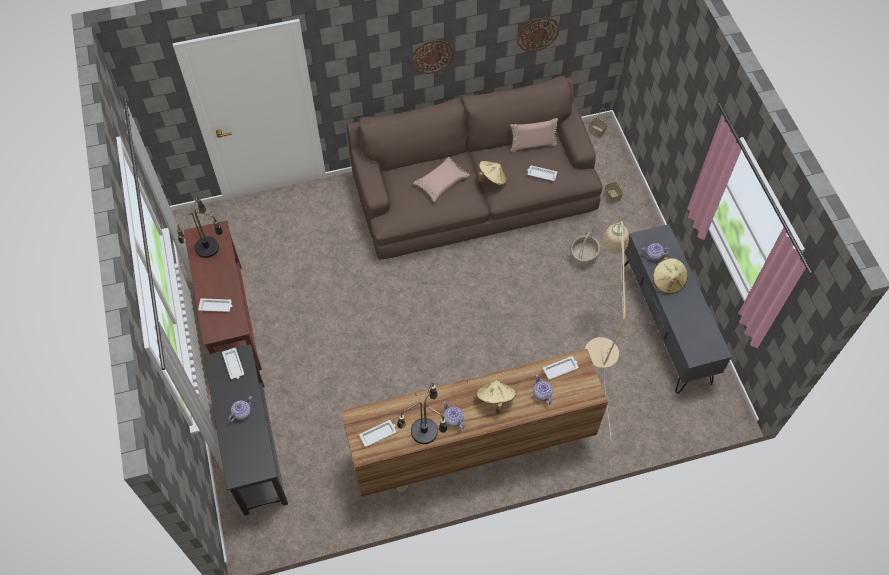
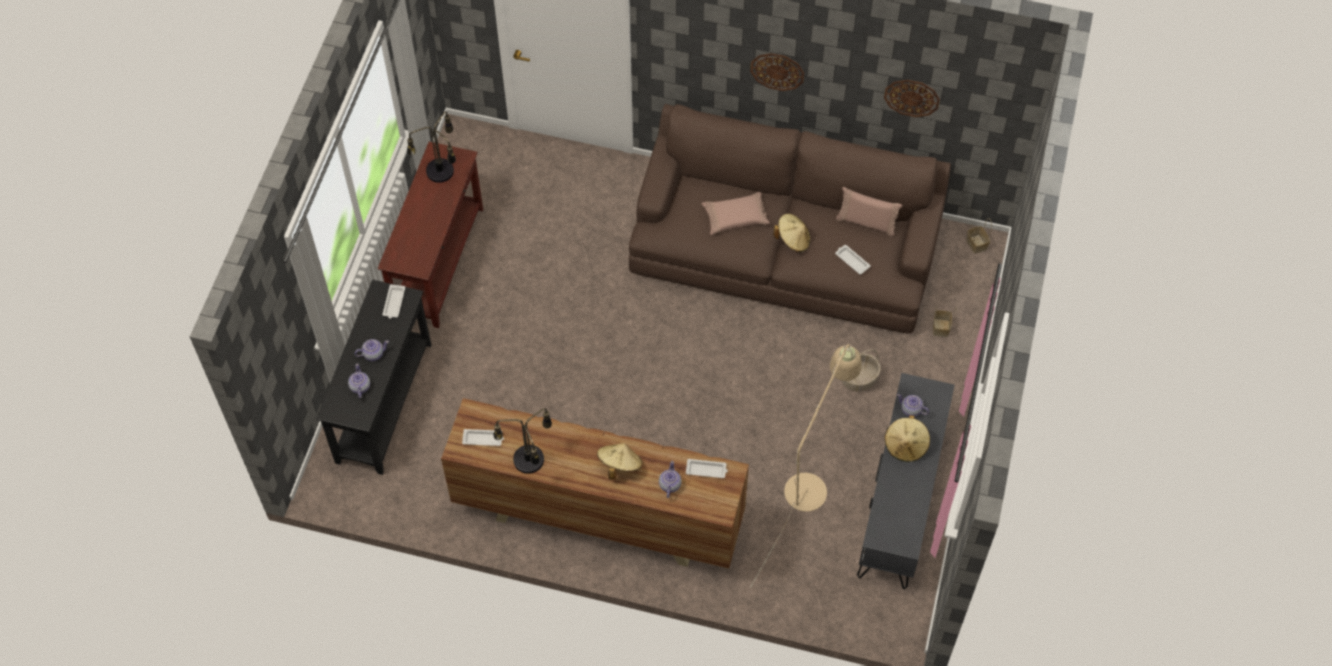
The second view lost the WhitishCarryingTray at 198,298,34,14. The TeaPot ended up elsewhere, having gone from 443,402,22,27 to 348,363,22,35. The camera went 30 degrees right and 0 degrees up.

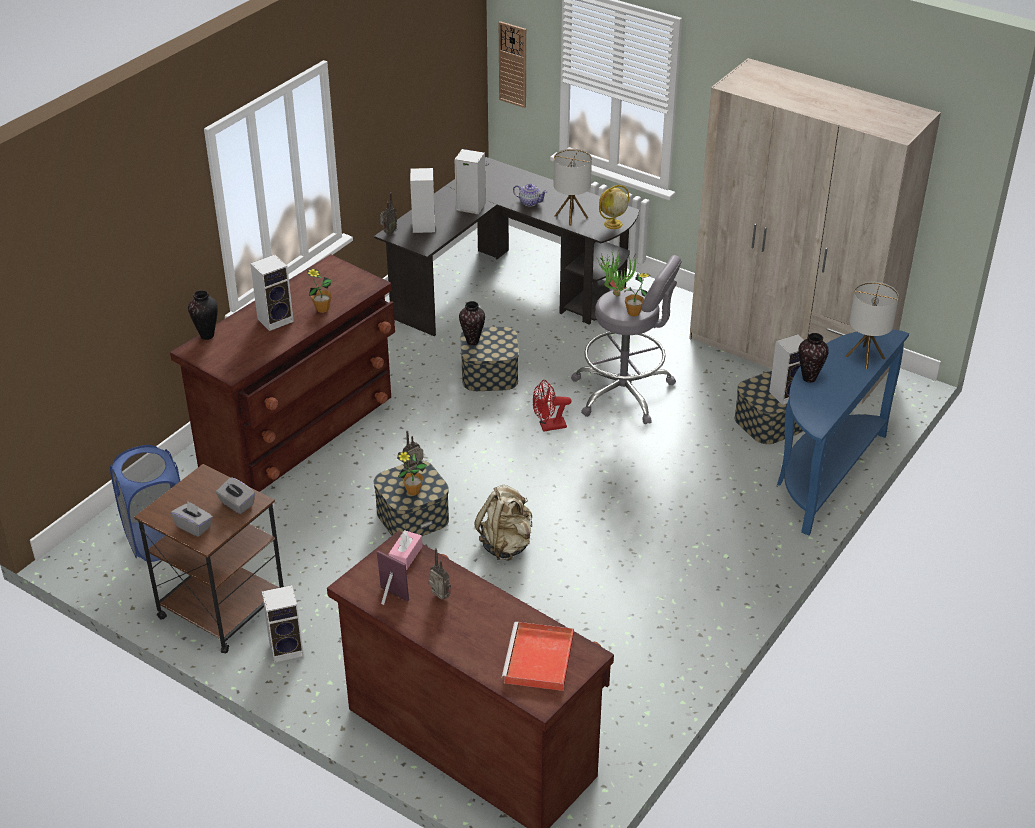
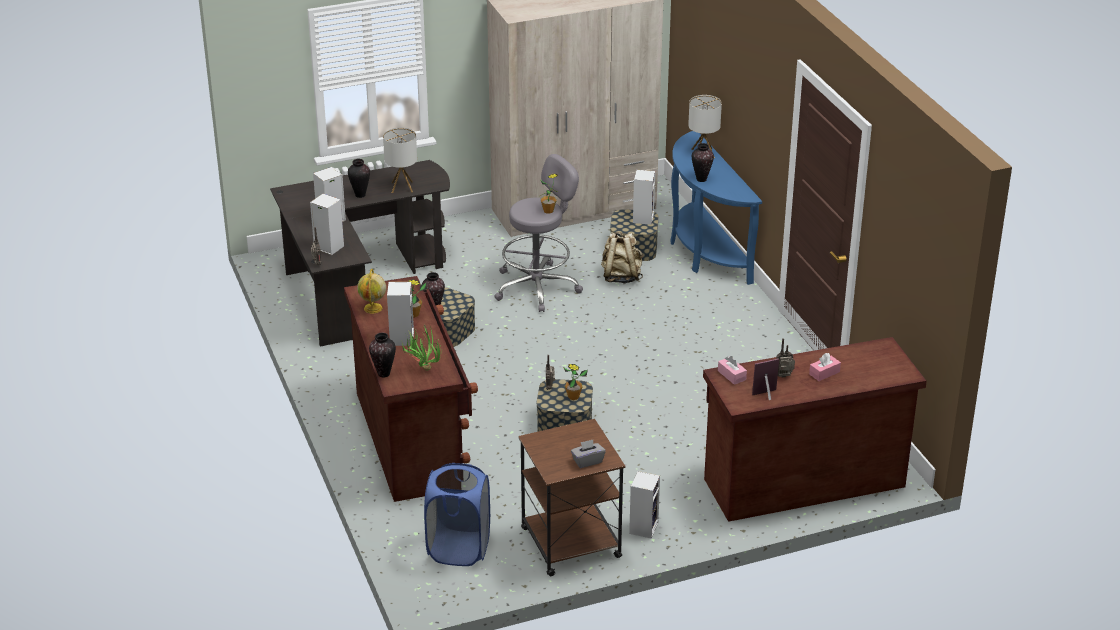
The second view lost the GreyishTissueBox at 216,477,39,37. The second view lost the HangingClock at 499,21,27,87. The second view lost the RedColouredCarryingTray at 502,622,72,69. The second view lost the RedColouredElectricFan at 532,380,39,52. The second view gained the PinkishTissueBox at 809,353,32,28. The BeigeBackpack ended up elsewhere, having gone from 475,485,57,76 to 601,232,42,51. The PlantInAPot ended up elsewhere, having gone from 598,251,40,46 to 402,325,39,45. The DeskGlobe ended up elsewhere, having gone from 599,185,30,44 to 357,269,29,45. Where the TeaPot stood at 513,184,34,22, the Vase came to stand at 348,159,22,39. The camera went 55 degrees left and 5 degrees down.

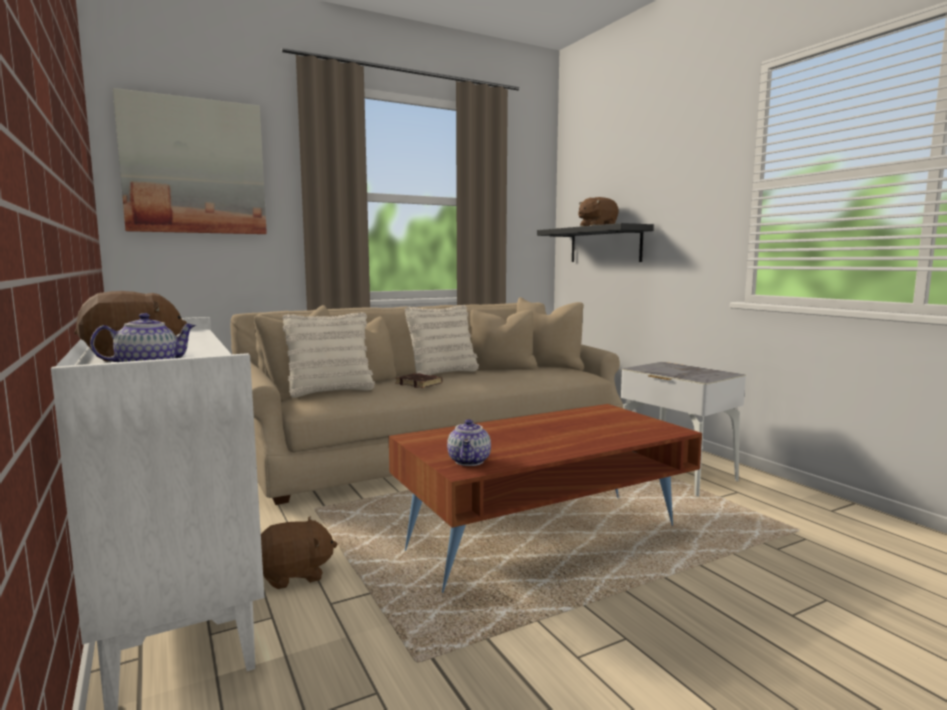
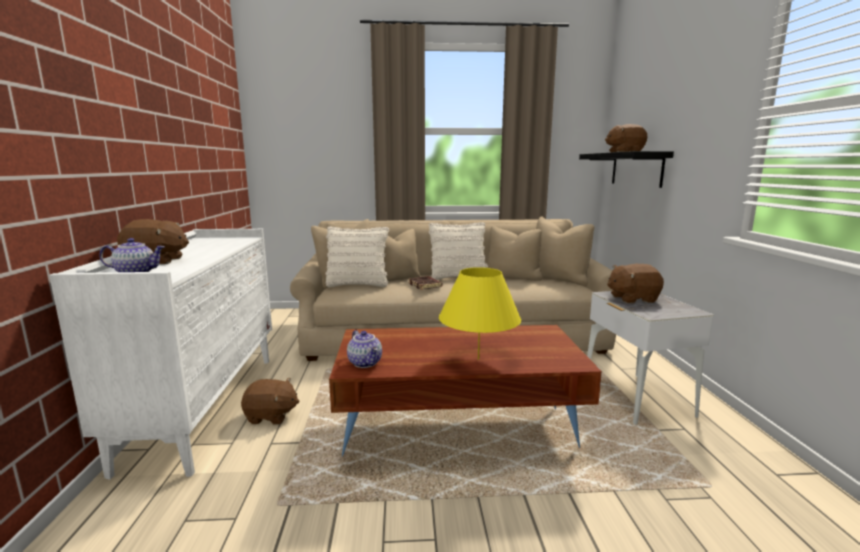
The second view lost the Picture at 113,88,154,146. The second view gained the YellowTabletopLamp at 439,267,82,93. The second view gained the BrownColouredSoftToy at 607,264,57,39. The TeaPot at 447,419,44,47 ended up facing another way, 60 degrees counterclockwise from before. The camera went 25 degrees right and 5 degrees up.

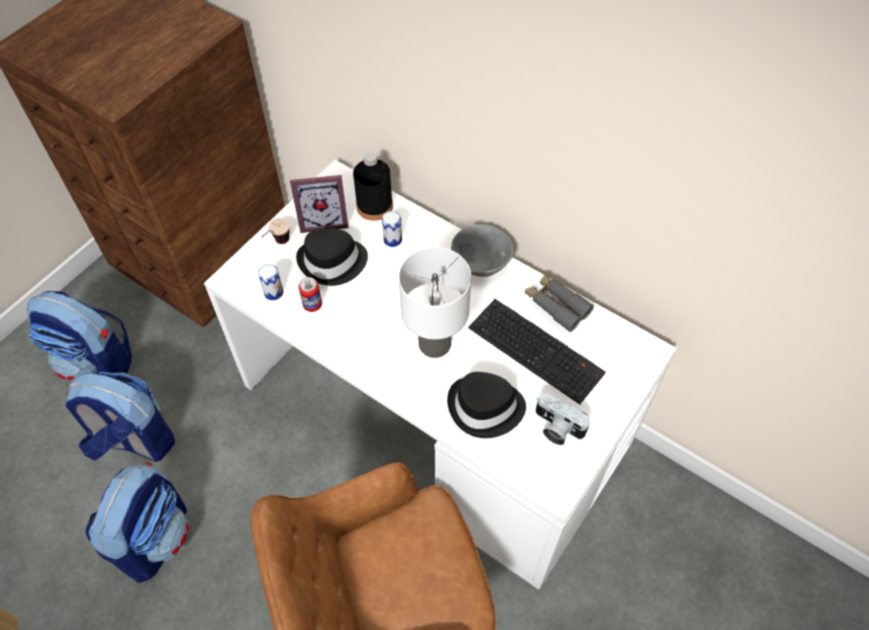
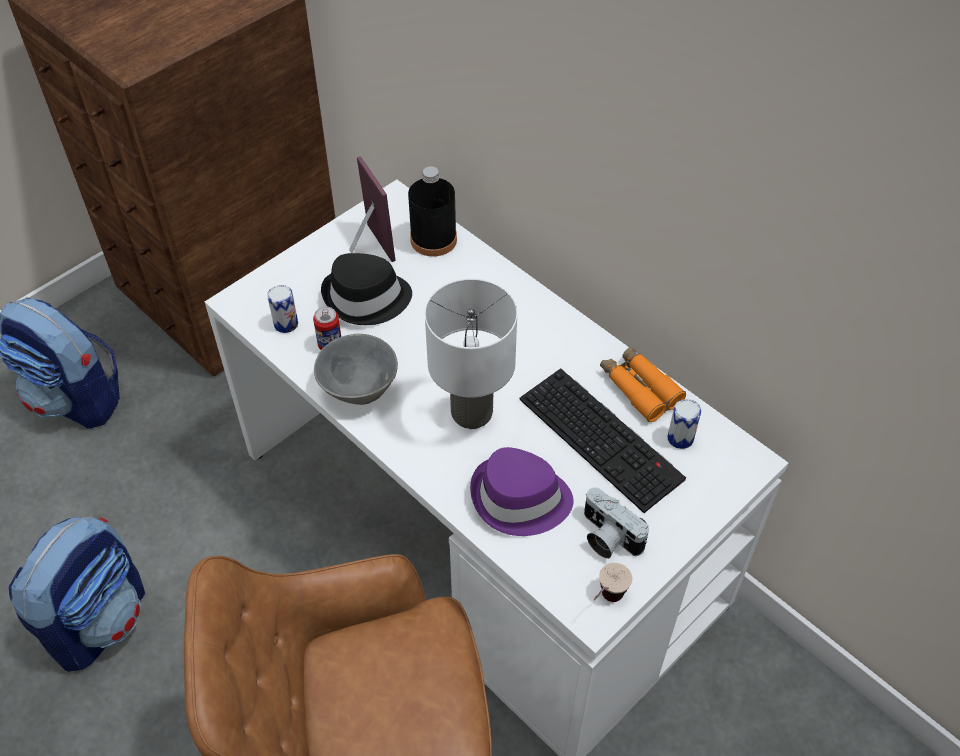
The second view lost the Backpack at 65,372,110,90. The DrinkingCup ended up elsewhere, having gone from 262,218,28,26 to 594,563,38,39. The Can ended up elsewhere, having gone from 382,211,20,36 to 667,399,34,50. The GreyishBowl ended up elsewhere, having gone from 451,224,62,53 to 314,334,84,71. What was the BlackWearableHat at 447,372,79,66 turned into the PurplishWearableHat at 470,447,104,89. What was the GreyishPairOfBinoculars at 525,274,69,58 turned into the OrangeyPairOfBinoculars at 600,345,86,77. The PhotoFrame at 290,175,58,58 ended up facing another way, 120 degrees counterclockwise from before. The camera went 10 degrees right and 5 degrees down.

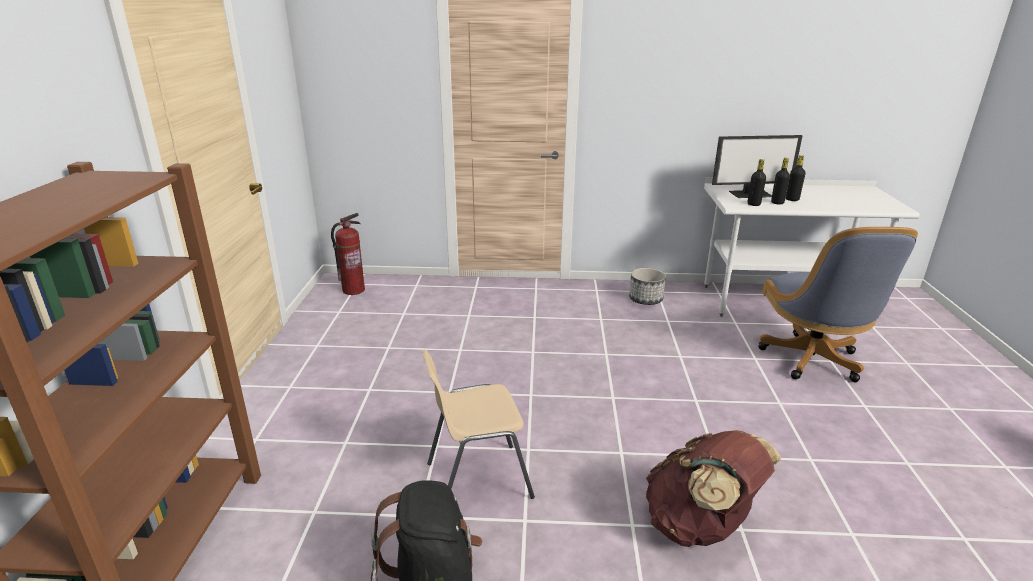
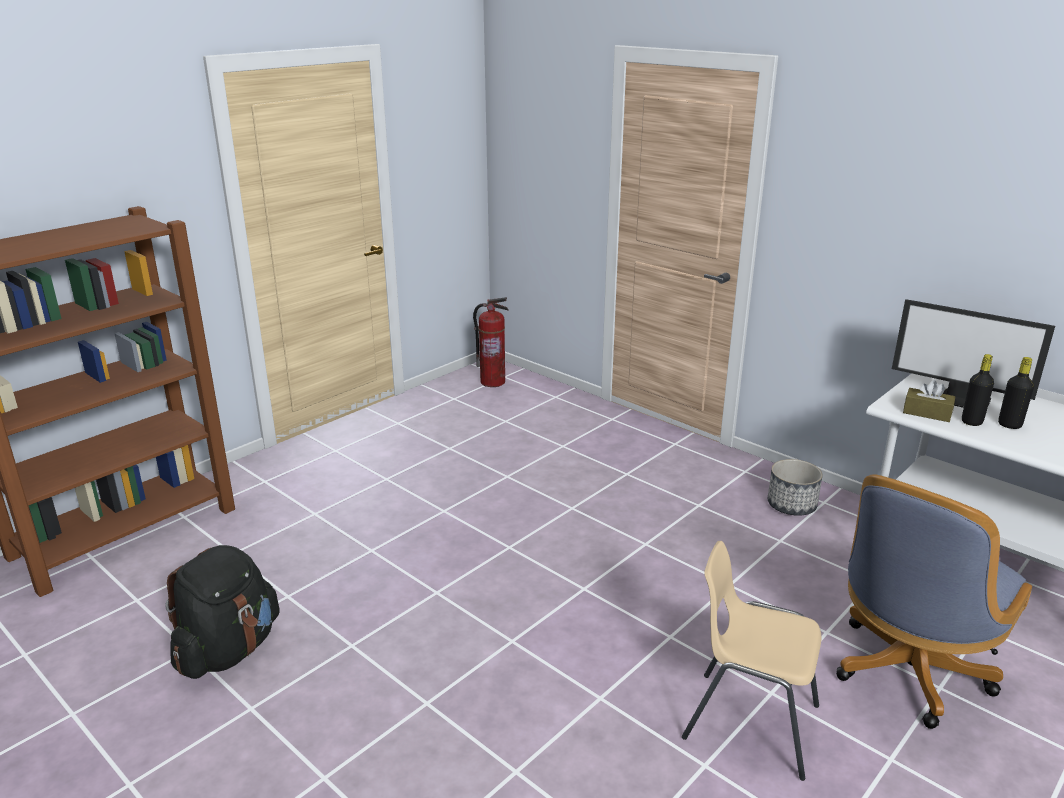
The second view lost the BrownColouredBackpack at 646,430,135,117. The BeigePlainChair ended up elsewhere, having gone from 422,350,113,149 to 682,541,140,240. Where the BlackDrinkBottle stood at 748,159,18,47, the BrownColouredTissueBox came to stand at 903,380,52,42. The camera went 40 degrees right and 0 degrees up.

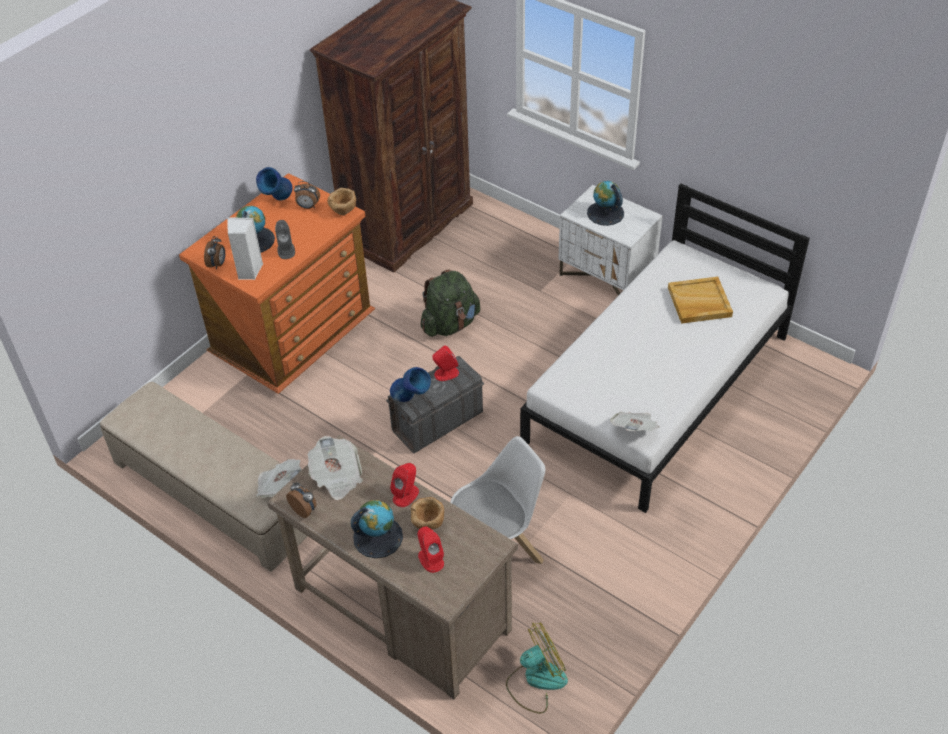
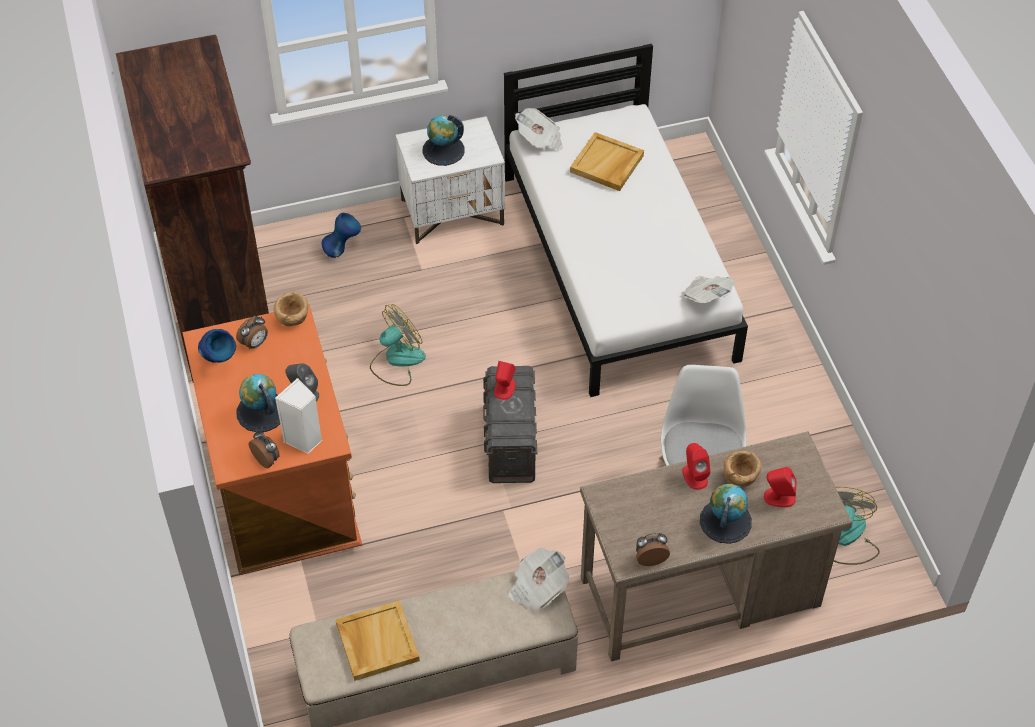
The second view gained the BeigeCarryingTray at 335,600,85,81. The Newspaper ended up elsewhere, having gone from 308,436,55,64 to 515,108,47,42. The BlueVase ended up elsewhere, having gone from 390,367,41,35 to 322,213,39,45. Where the GreenishBackpack stood at 420,270,60,67, the ElectricFan came to stand at 370,304,56,82. The camera went 55 degrees left and 5 degrees up.

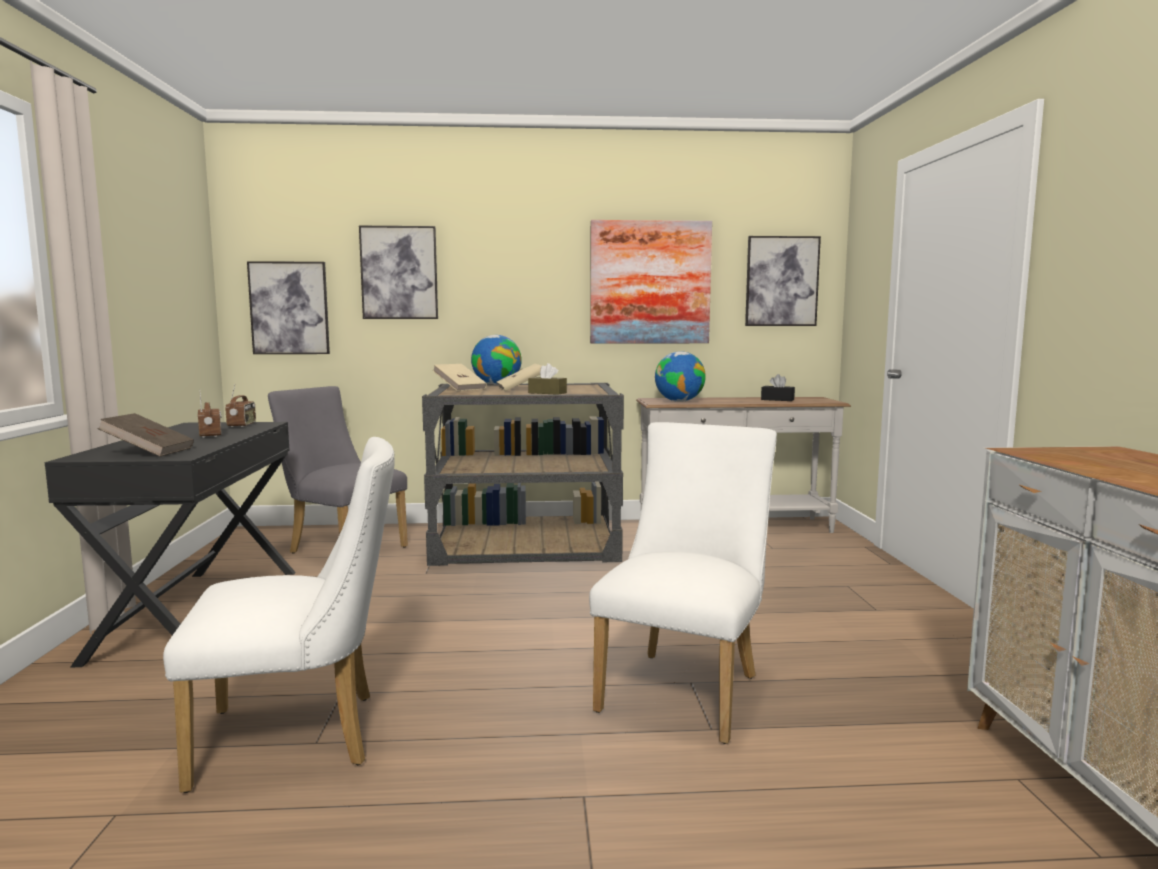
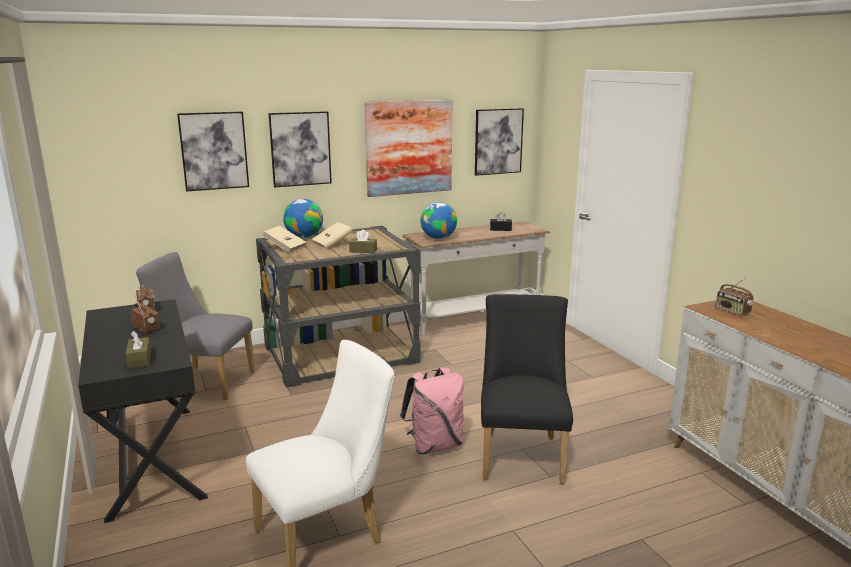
The second view gained the PinkishBackpack at 400,367,64,88. The second view gained the RadioSet at 716,277,37,38. The Picture ended up elsewhere, having gone from 247,261,83,93 to 268,111,64,77. Where the BrownColouredVolume stood at 97,413,97,44, the BrownColouredTissueBox came to stand at 126,331,25,37. What was the WhitishPlainChair at 589,422,188,322 turned into the BlackPlainChair at 481,294,92,190. The camera went 20 degrees left and 10 degrees up.

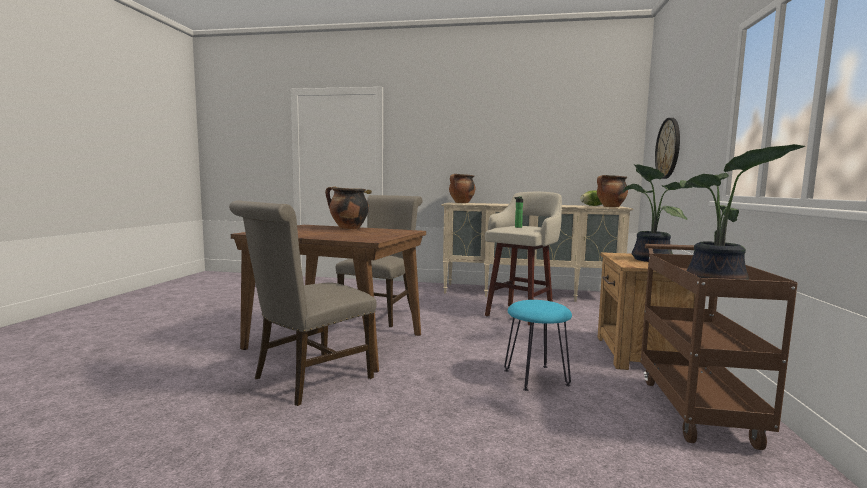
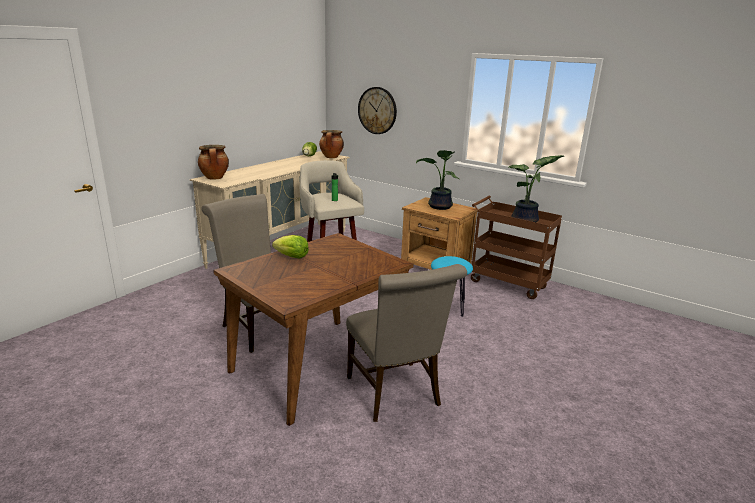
Where the Saucepot stood at 325,186,44,43, the Lettuce came to stand at 272,235,37,24. The camera went 65 degrees left and 15 degrees up.

